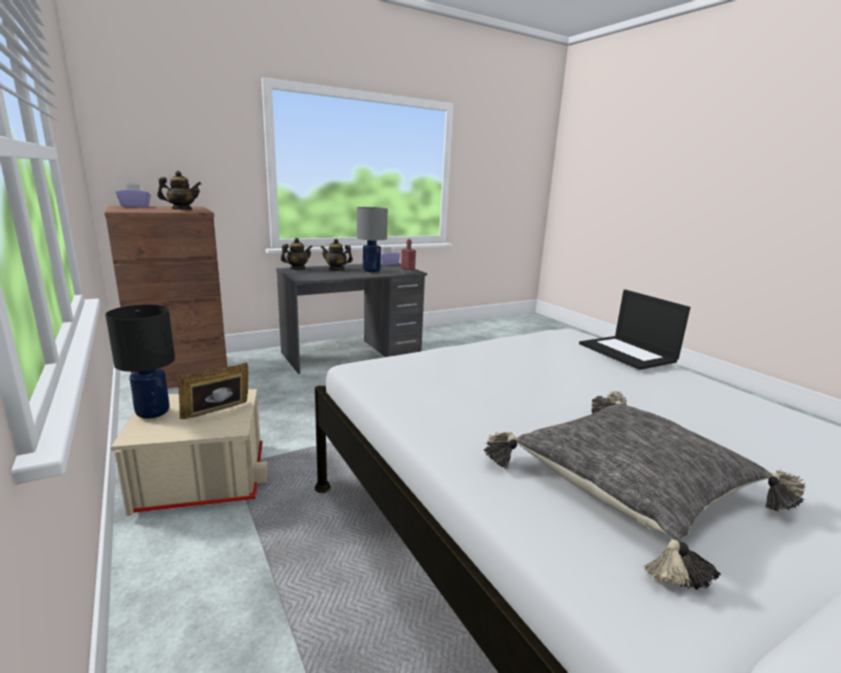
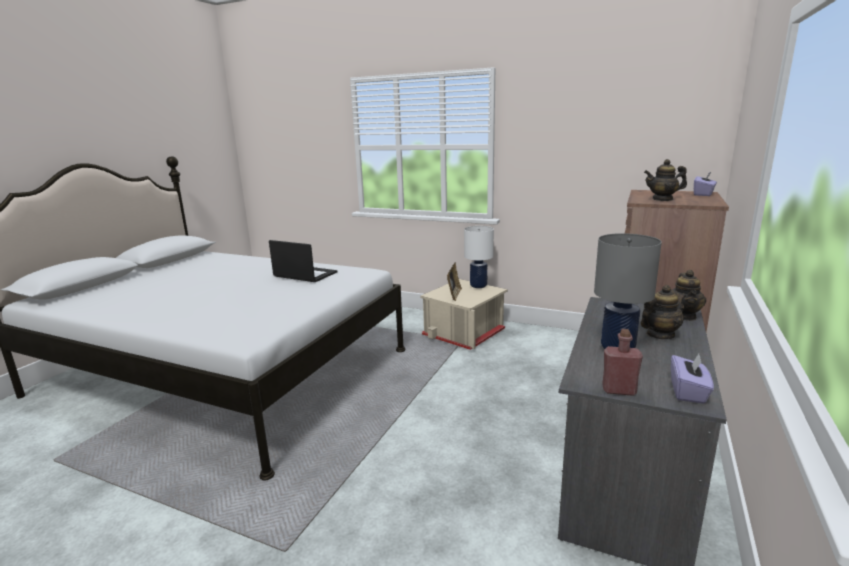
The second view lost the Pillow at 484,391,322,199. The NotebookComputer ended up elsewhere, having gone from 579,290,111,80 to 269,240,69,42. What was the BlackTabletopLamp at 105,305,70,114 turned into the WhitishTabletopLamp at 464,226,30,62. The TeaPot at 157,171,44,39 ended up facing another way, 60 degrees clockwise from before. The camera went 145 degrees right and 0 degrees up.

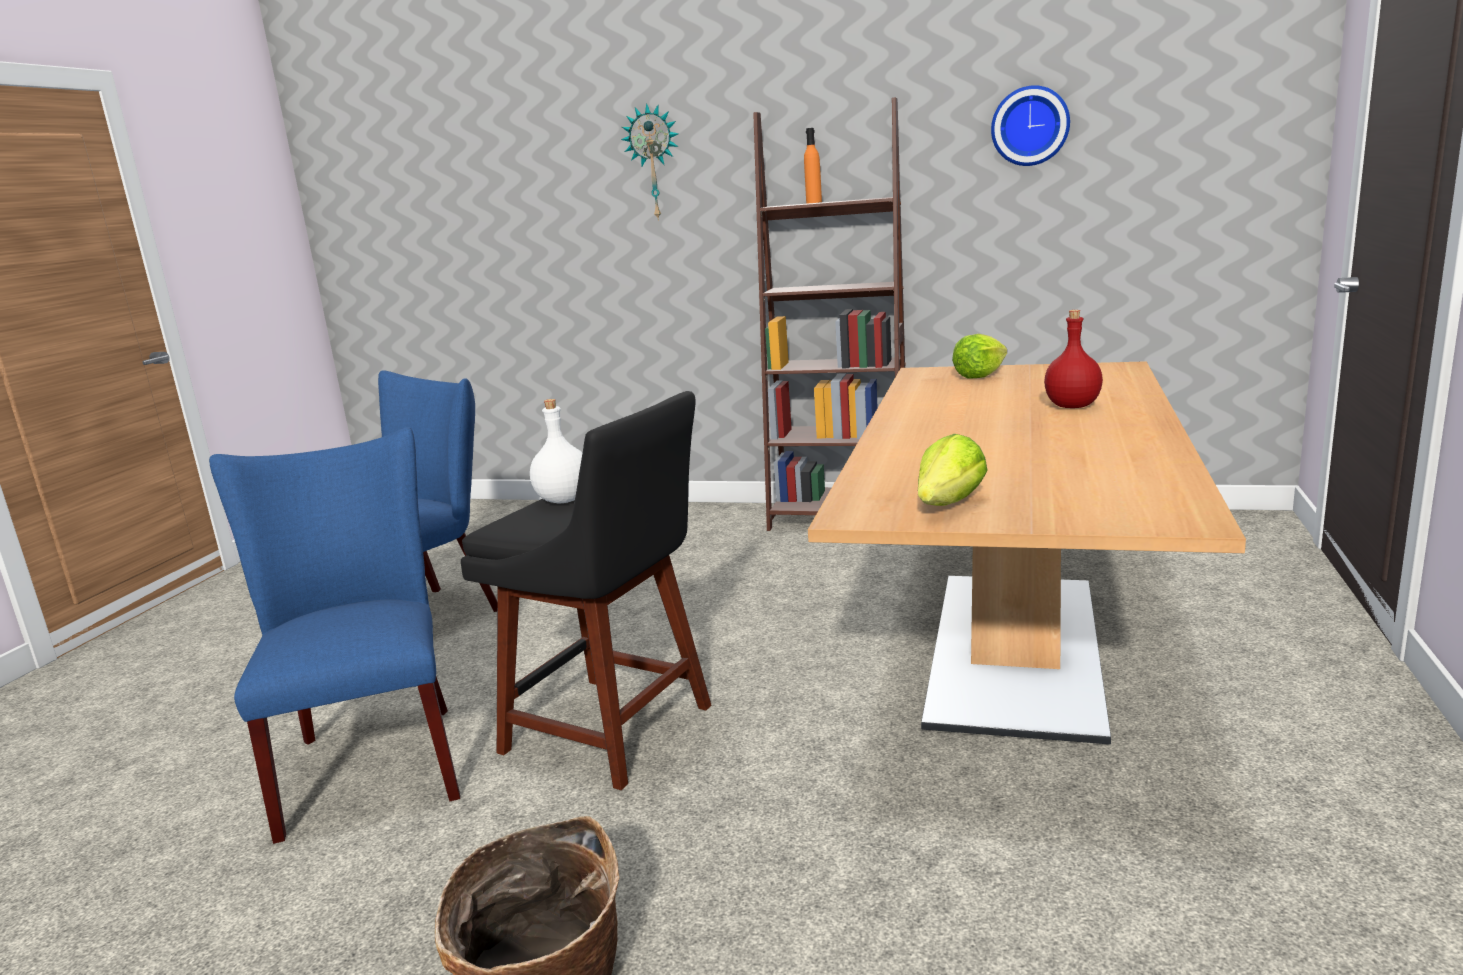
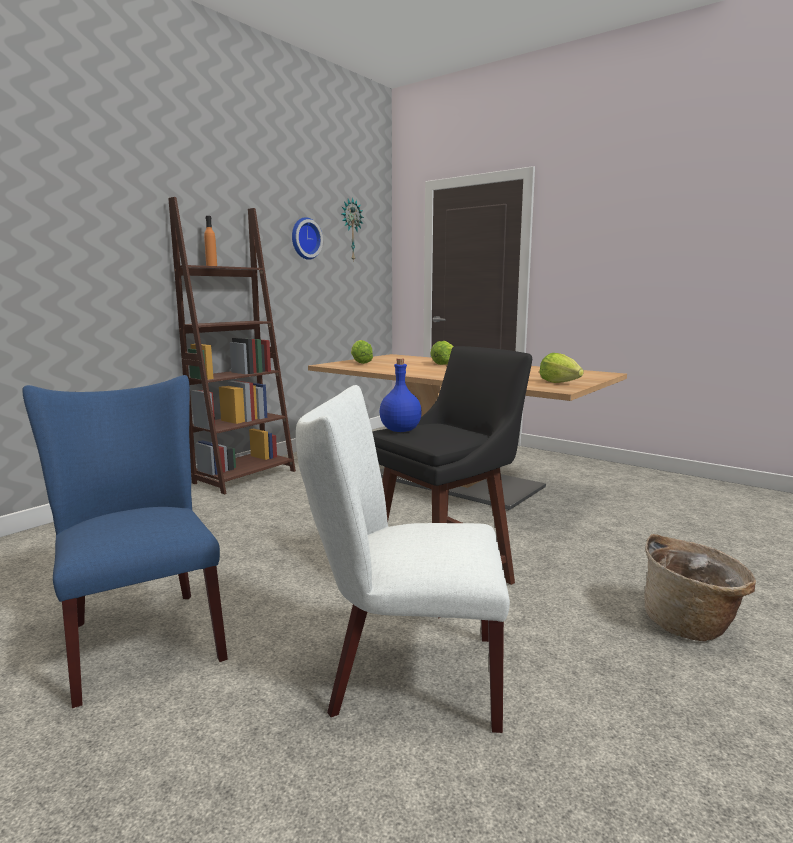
The HangingClock ended up elsewhere, having gone from 621,103,58,118 to 342,197,22,65. Where the RedColouredDrinkBottle stood at 1044,310,59,98, the Lettuce came to stand at 430,341,24,24. What was the BluePlainChair at 209,427,251,417 turned into the WhitishPlainChair at 296,385,214,348. What was the WhitishDrinkBottle at 530,399,52,105 turned into the BlueDrinkBottle at 379,358,43,74. The camera went 70 degrees left and 5 degrees down.

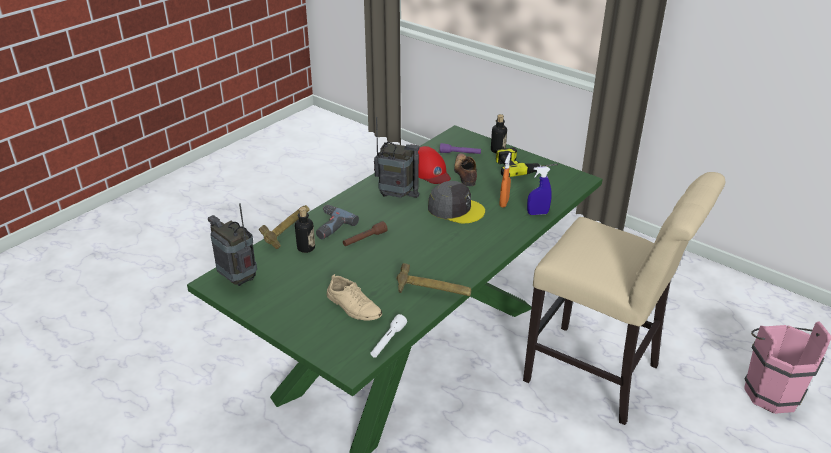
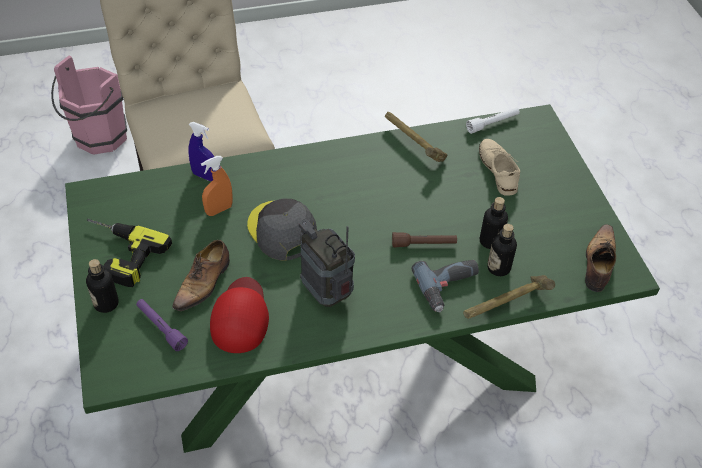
The second view gained the DrinkBottle at 480,197,28,52. Where the RadioSet stood at 208,203,49,83, the ItemOfFootwear came to stand at 585,224,31,68. The camera went 145 degrees left and 15 degrees up.

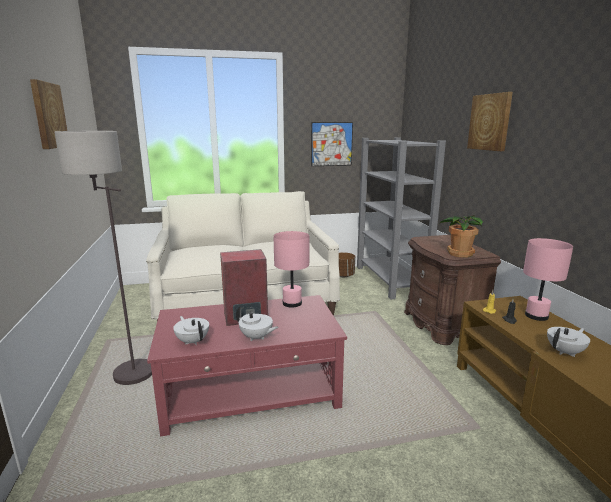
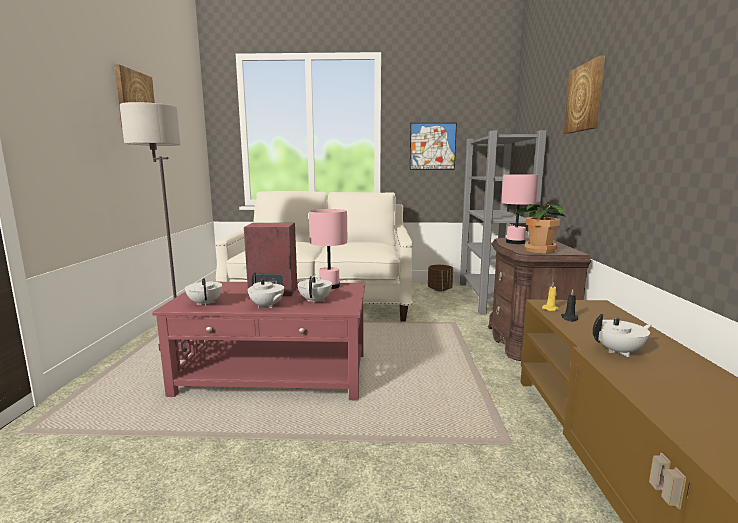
The second view gained the WhitishTeaPot at 298,276,34,28. The PinkishTabletopLamp ended up elsewhere, having gone from 523,238,50,83 to 501,174,38,70. The camera went 15 degrees right and 5 degrees down.

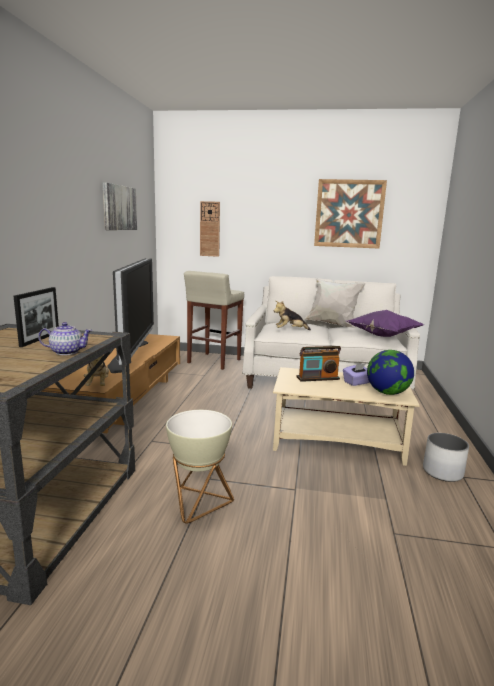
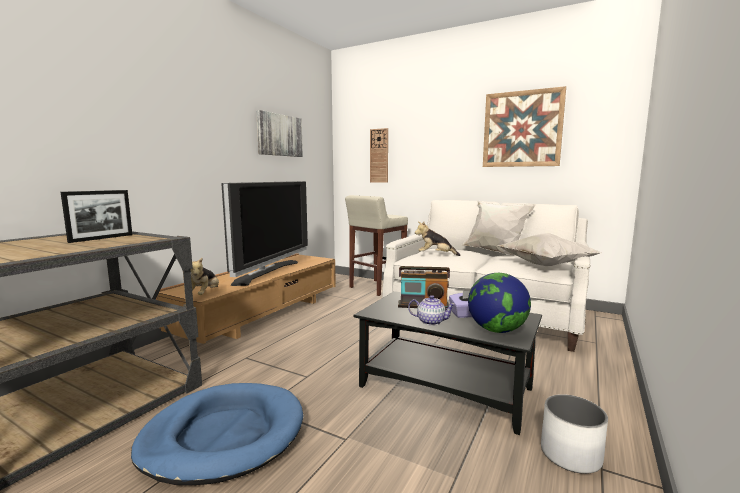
The TeaPot ended up elsewhere, having gone from 38,322,54,33 to 408,295,48,31. Where the Planter stood at 166,410,68,114, the BluePetBed came to stand at 131,383,173,102. What was the BeigeCoffeeTable at 273,367,147,99 turned into the BlackCoffeeTable at 353,291,189,144. What was the PurplishPillow at 346,310,78,27 turned into the WhitishPillow at 498,233,103,33. The camera went 20 degrees right and 5 degrees down.

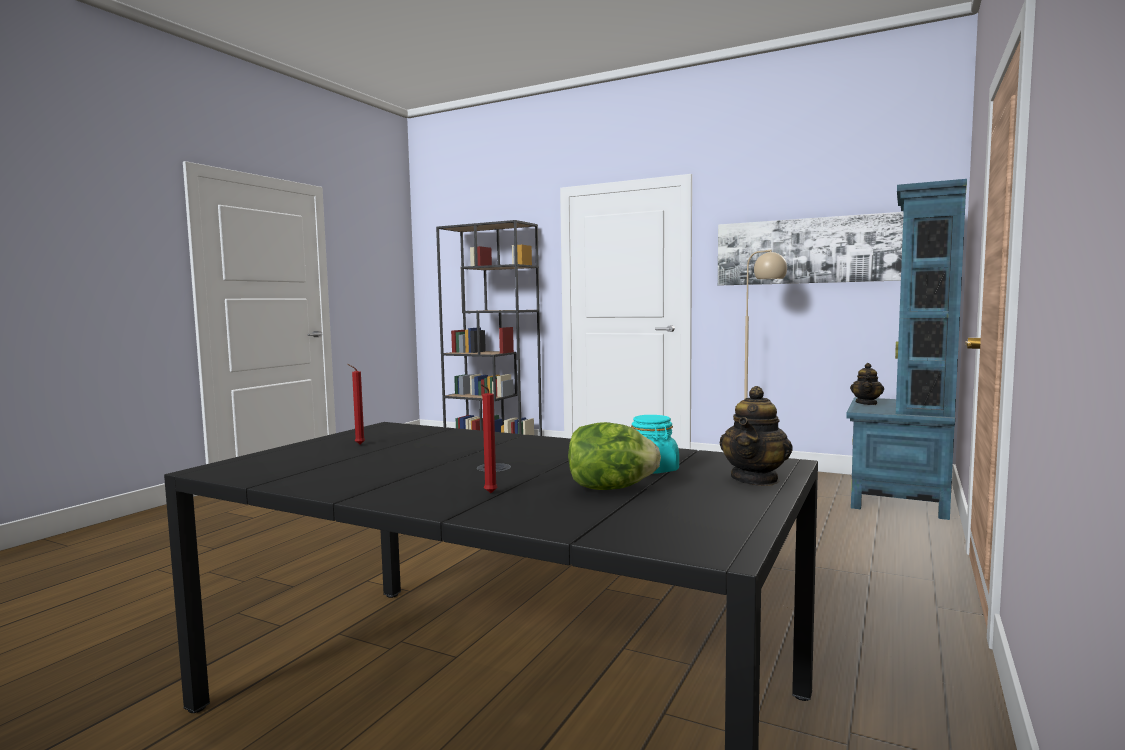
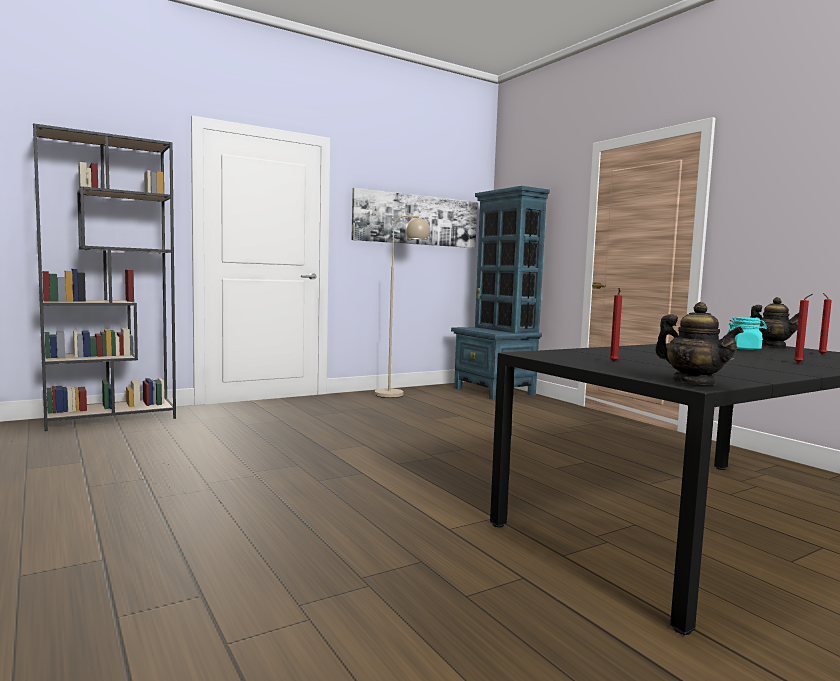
The second view lost the Lettuce at 568,422,93,68. The second view gained the RedColouredWaxCandle at 818,293,14,62. The TeaPot ended up elsewhere, having gone from 850,363,34,42 to 655,302,89,83. The camera went 60 degrees left and 0 degrees up.

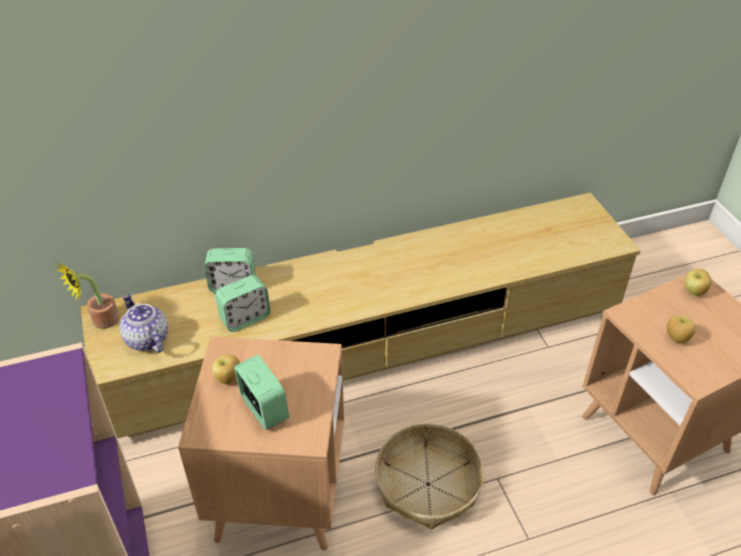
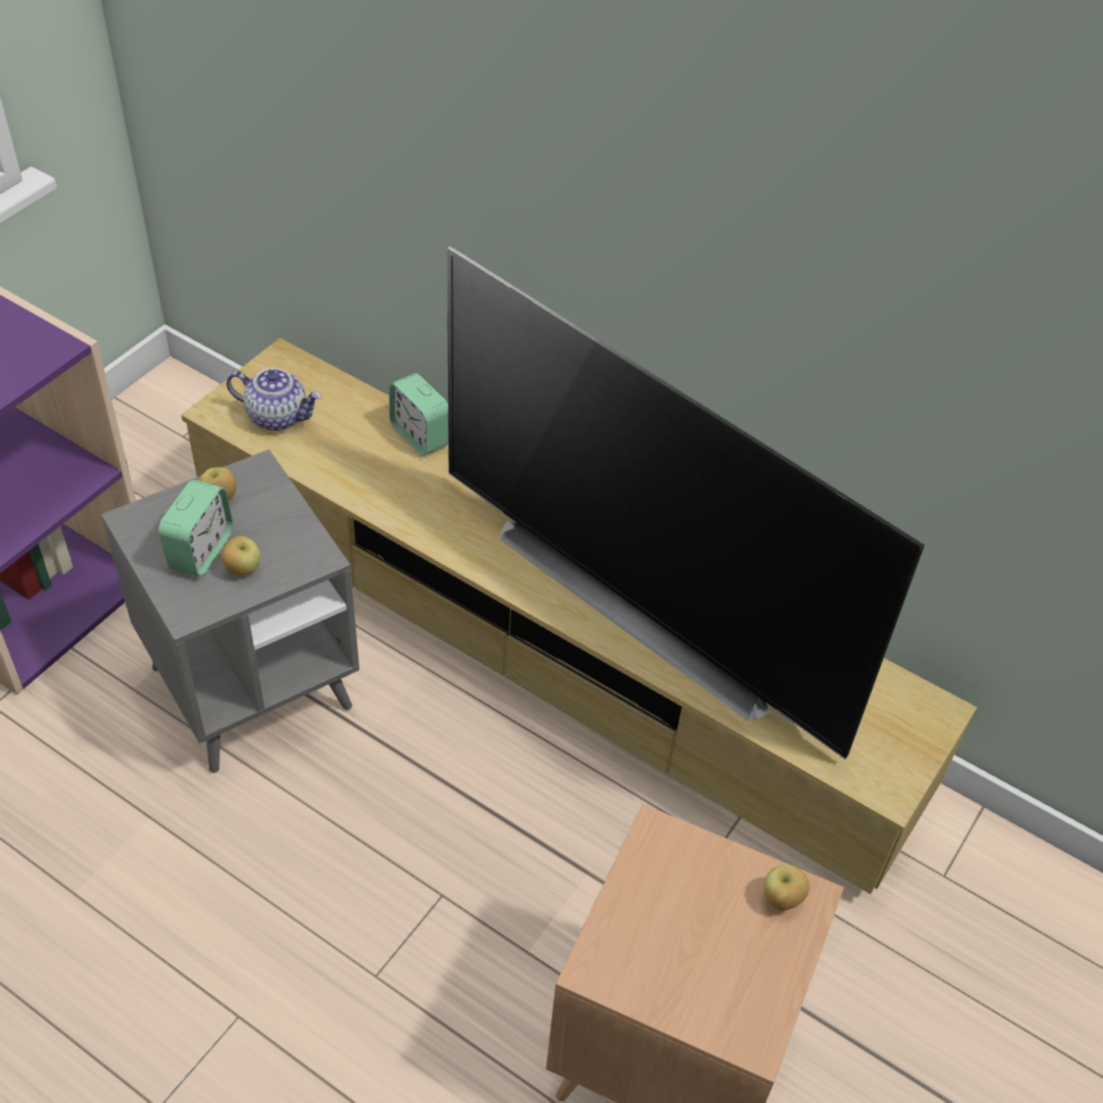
The second view lost the PlantInAPot at 54,263,65,66. The second view lost the AlarmClock at 215,275,56,57. The second view lost the Basket at 375,423,109,107. The second view gained the TvSet at 447,246,478,513. The AppleFruit ended up elsewhere, having gone from 667,316,29,27 to 221,536,39,40. What was the BrownColouredEndTable at 178,337,166,214 turned into the GreyishEndTable at 101,450,258,323. The TeaPot at 120,294,48,59 ended up facing another way, 90 degrees clockwise from before. The camera went 50 degrees right and 5 degrees up.

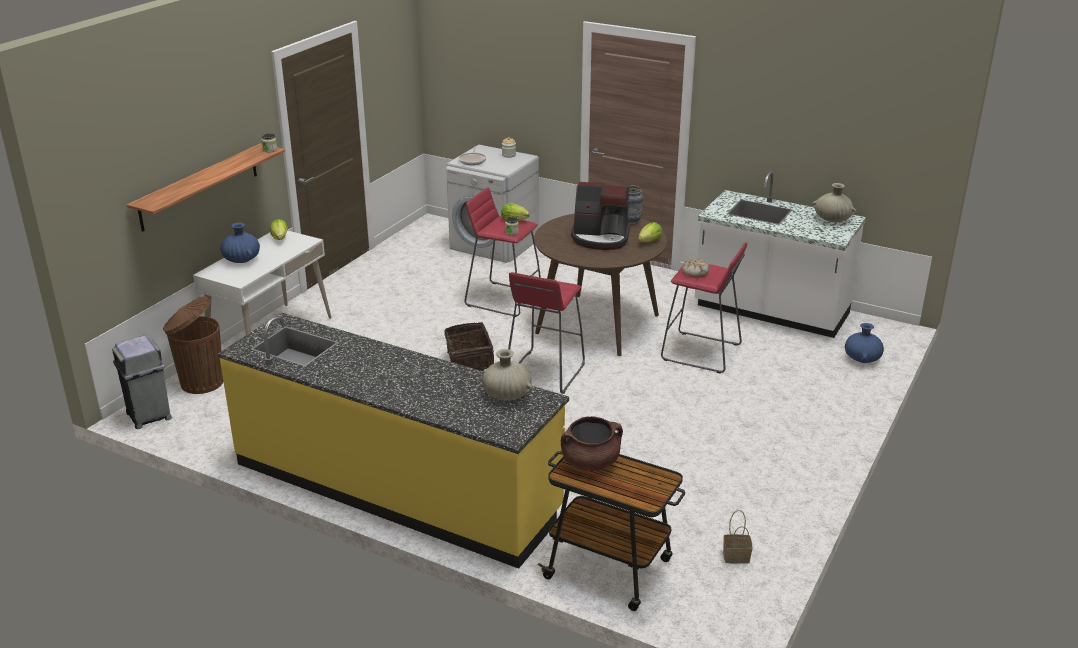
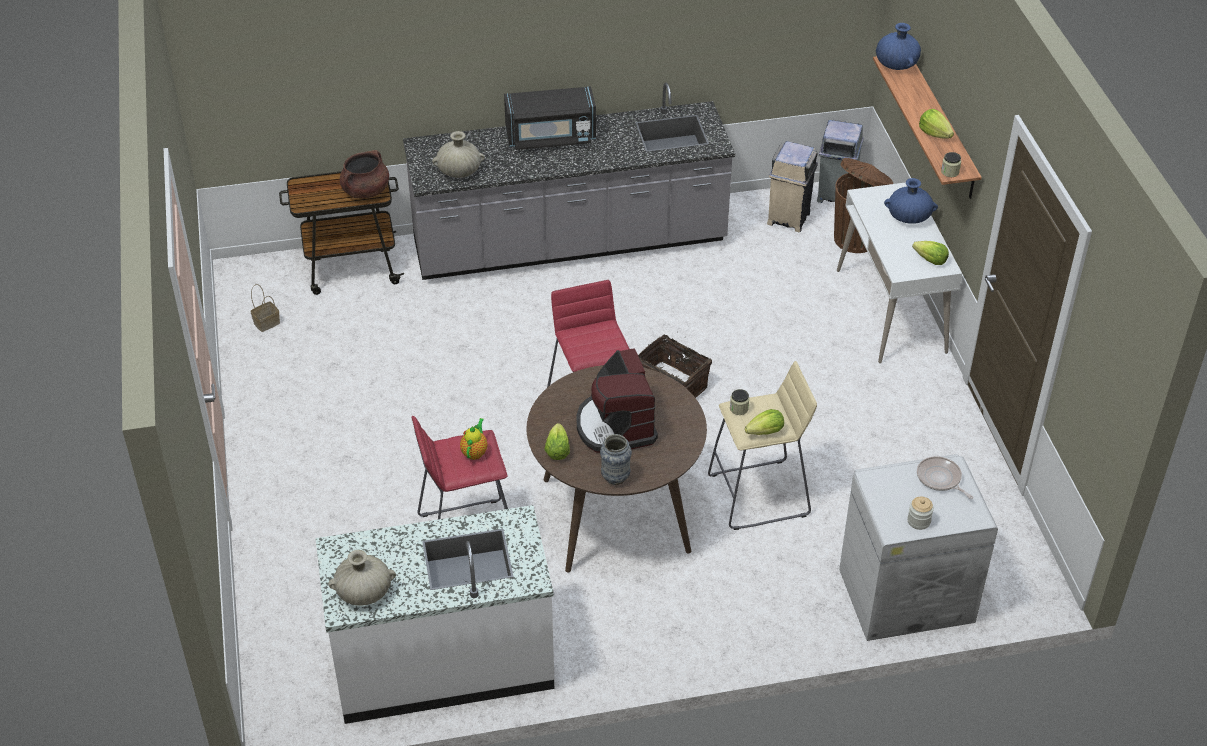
The second view gained the BlackMicrowave at 504,86,92,64. The second view gained the BeigeTrashCan at 767,141,51,91. The second view gained the Lettuce at 919,109,35,30. The BlueVase ended up elsewhere, having gone from 845,323,39,40 to 876,23,45,47. Where the BakedBread stood at 682,259,27,18, the TeaPot came to stand at 460,418,28,42. What was the YellowKitchenCounter at 218,313,351,256 turned into the GreyishKitchenCounter at 403,83,332,197. What was the RedColouredStoolSeat at 464,187,77,130 turned into the BeigeStoolSeat at 708,361,109,169. The CoffeeMachine at 571,182,59,68 ended up facing another way, 75 degrees counterclockwise from before. The camera went 140 degrees right and 15 degrees up.

